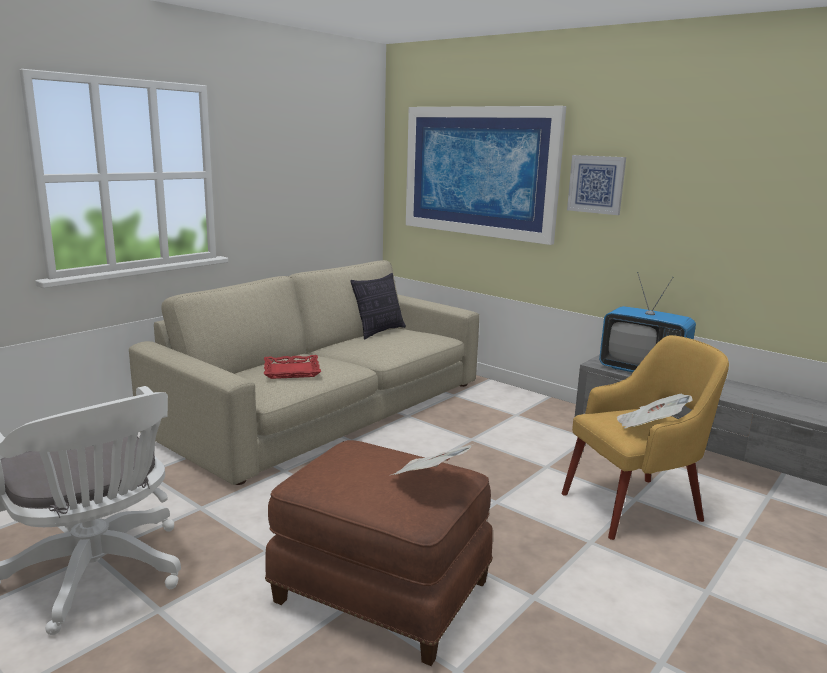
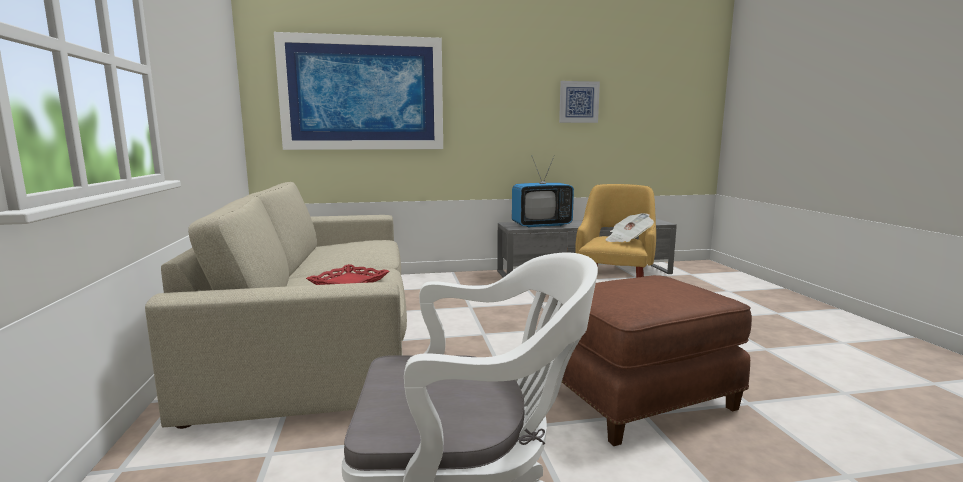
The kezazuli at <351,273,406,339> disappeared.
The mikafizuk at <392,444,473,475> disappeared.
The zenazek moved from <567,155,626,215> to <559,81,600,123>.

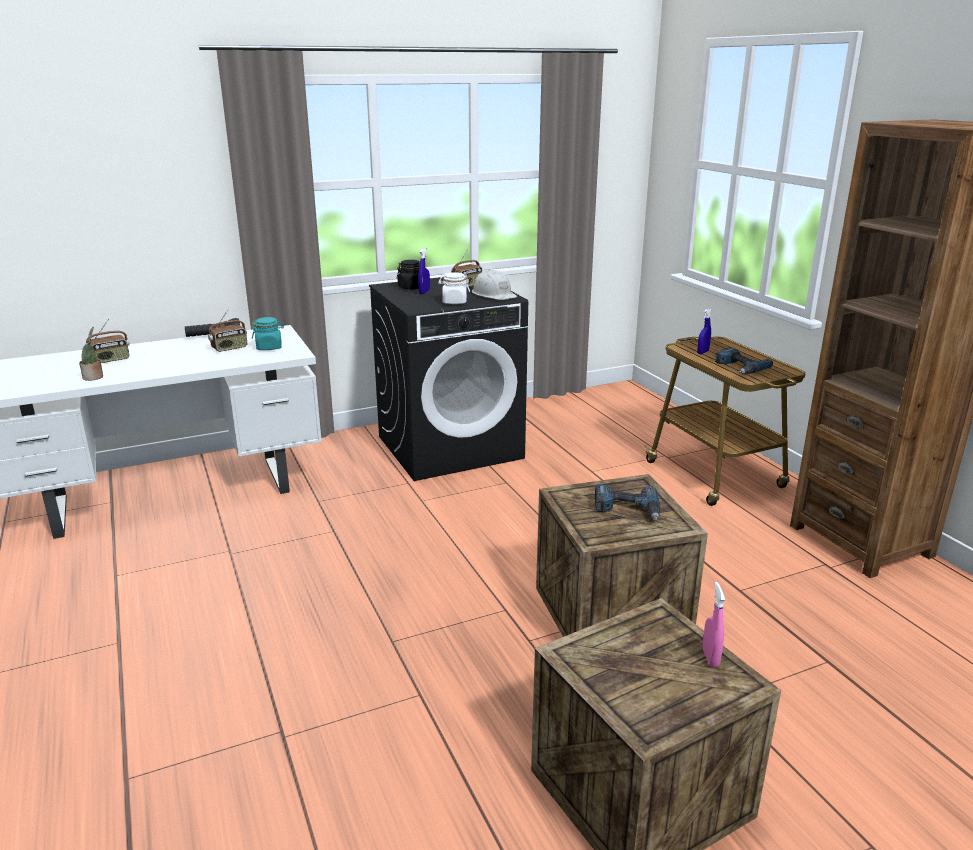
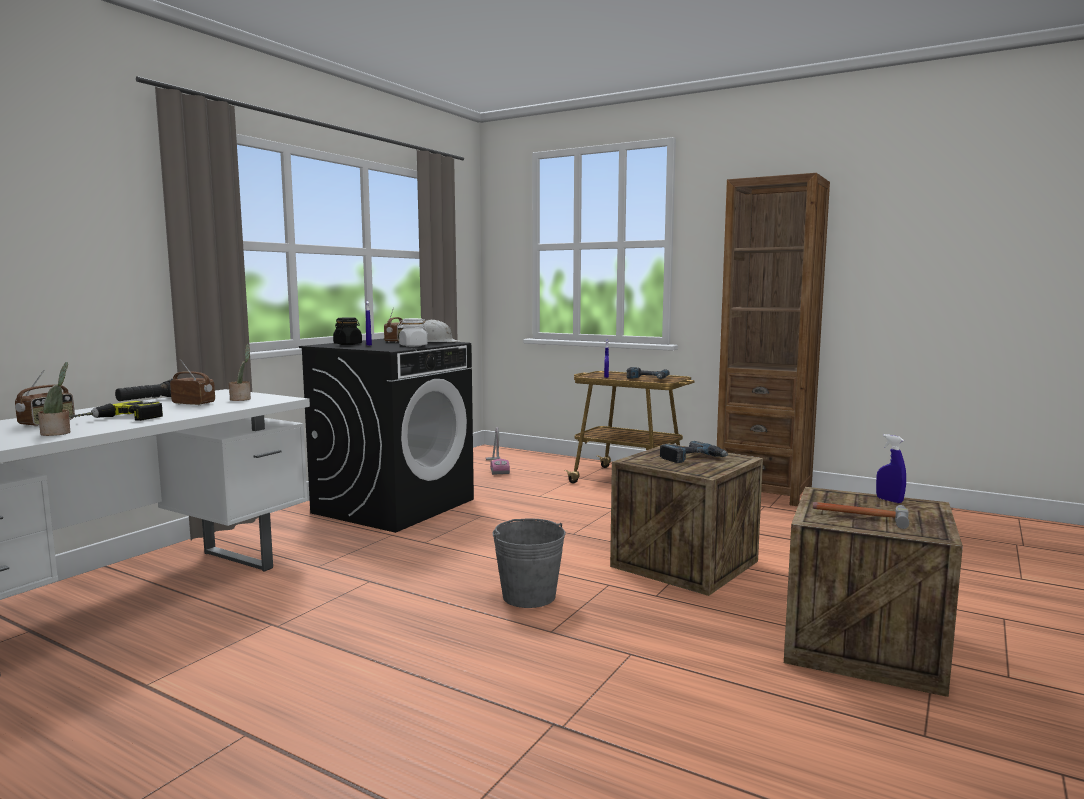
The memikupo at <69,401,163,421> appeared.
The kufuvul at <486,427,510,475> appeared.
The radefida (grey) at <492,518,565,608> appeared.
The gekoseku at <813,502,909,529> appeared.
The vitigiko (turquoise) at <251,317,284,350> was replaced by the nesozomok at <229,344,251,401>.
The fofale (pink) at <703,581,725,667> became the fofale (blue) at <876,434,906,503>.
The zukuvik at <208,309,247,352> turned 90 degrees counterclockwise.

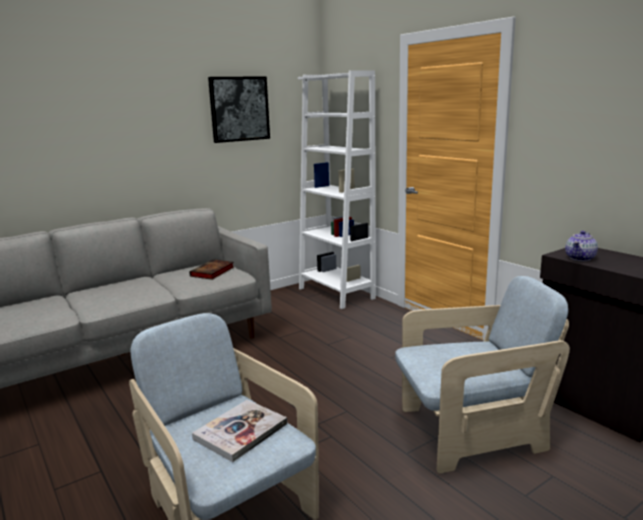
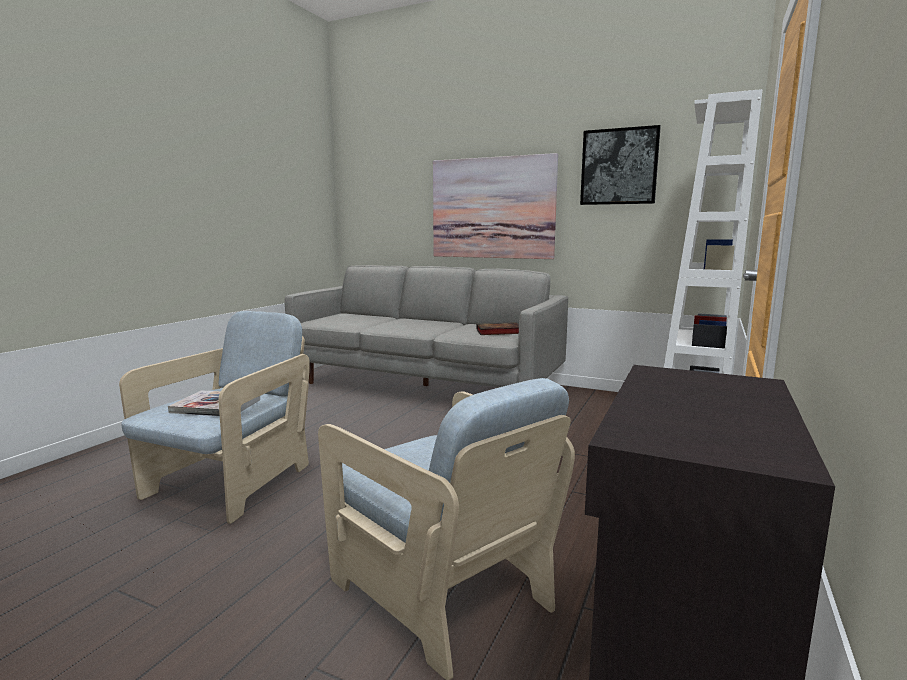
The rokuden at <565,231,598,261> disappeared.
The zenazek at <433,153,558,259> appeared.

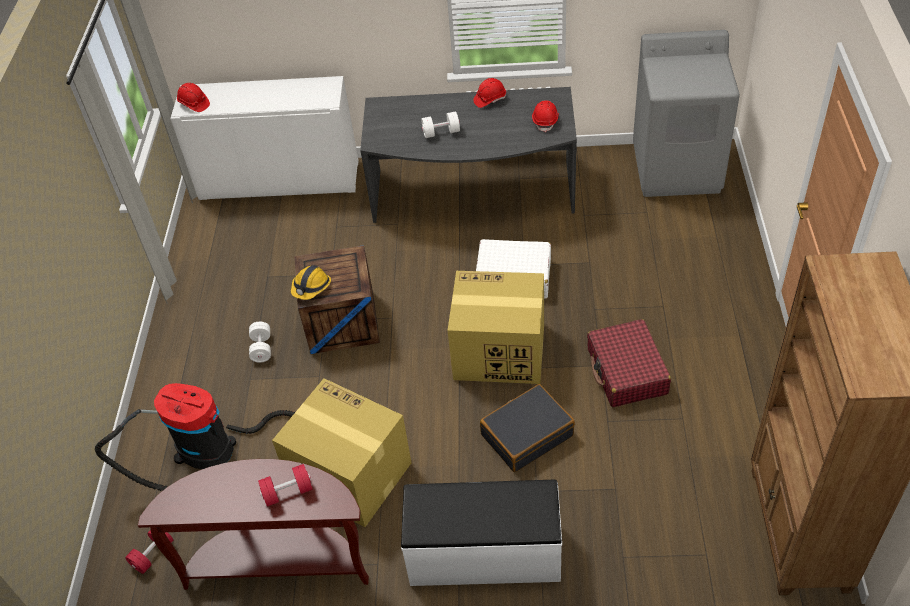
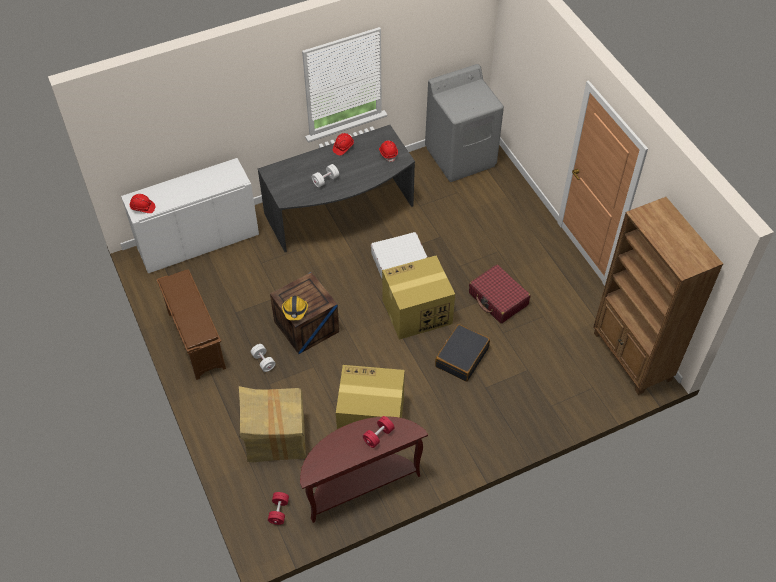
The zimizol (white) at <401,480,562,586> disappeared.
The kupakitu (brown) at <156,269,226,380> appeared.
The kufuvul at <95,383,295,491> was replaced by the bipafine at <239,386,306,462>.

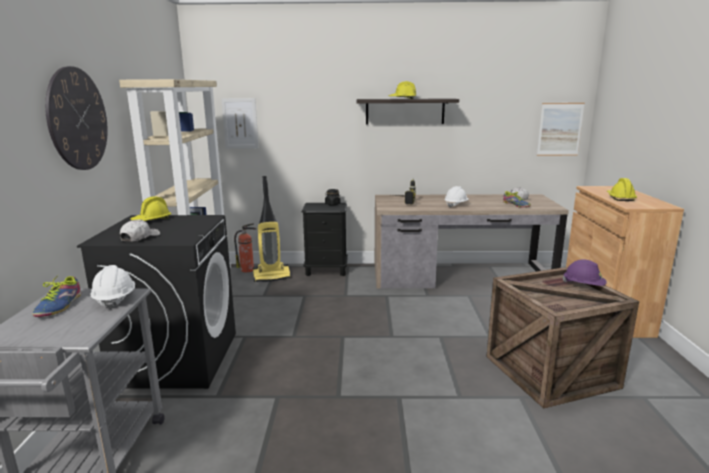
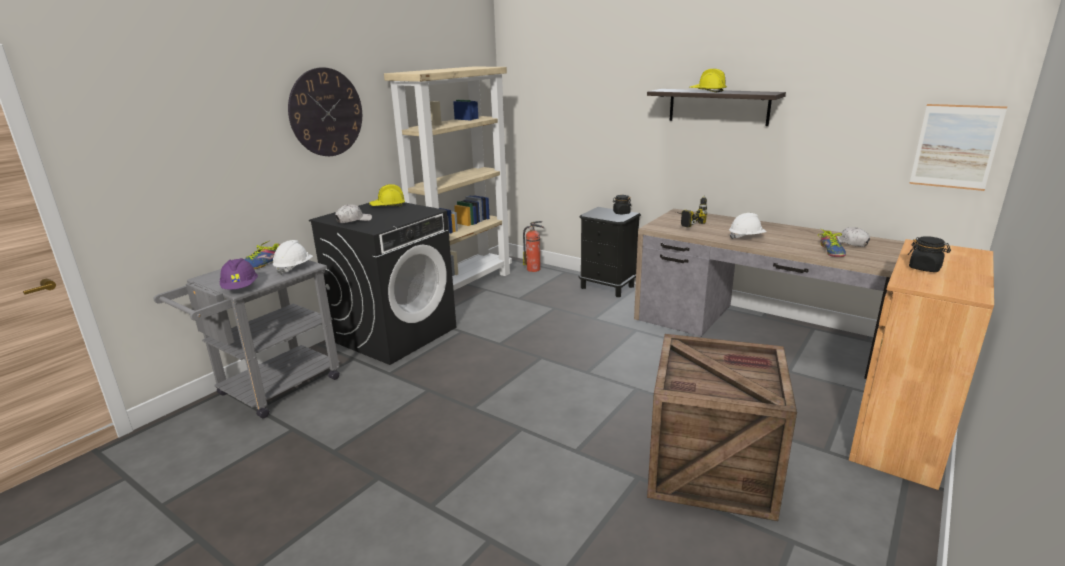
The zenazek at <221,98,259,149> disappeared.
The kufuvul at <253,176,291,282> disappeared.
The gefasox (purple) moved from <562,259,607,286> to <220,258,258,289>.
The gefasox (yellow) at <607,178,637,201> was replaced by the vitigiko (black) at <908,236,951,272>.

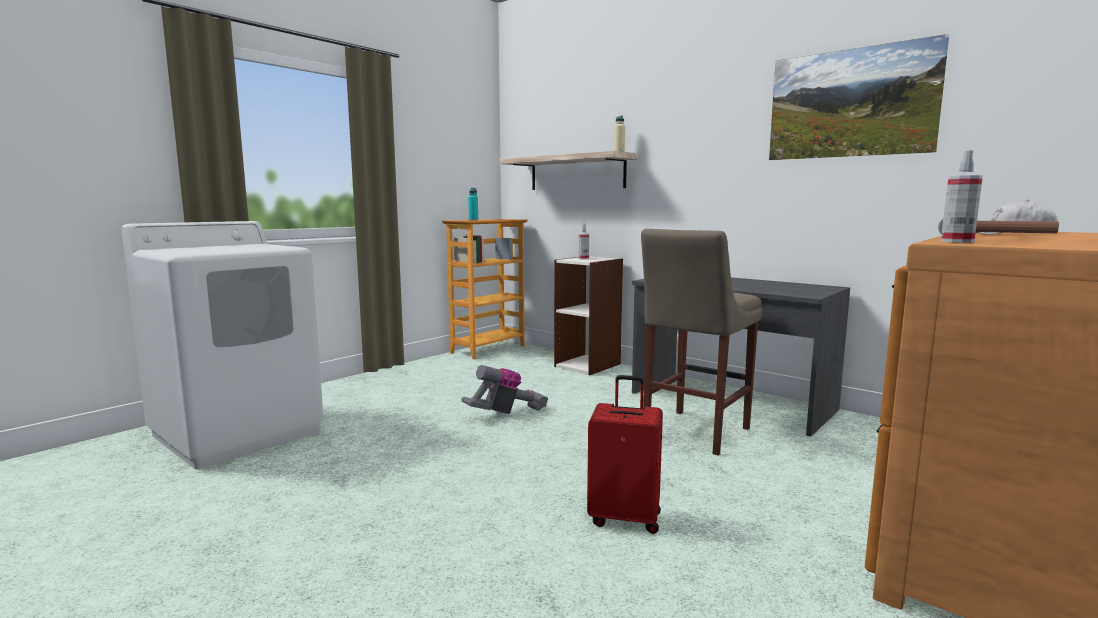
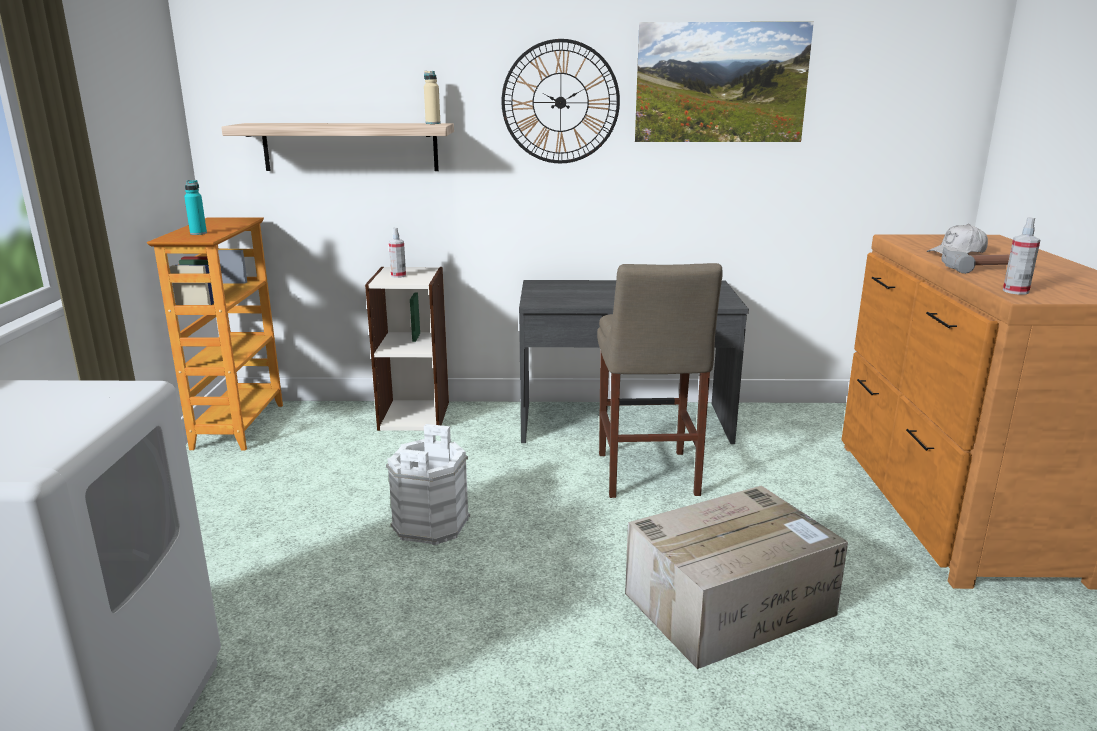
The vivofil at <501,39,620,163> appeared.
The kufuvul at <461,365,548,414> was replaced by the radefida (white) at <386,424,470,545>.
The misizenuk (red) at <587,375,663,534> was replaced by the bipafine at <625,486,848,669>.

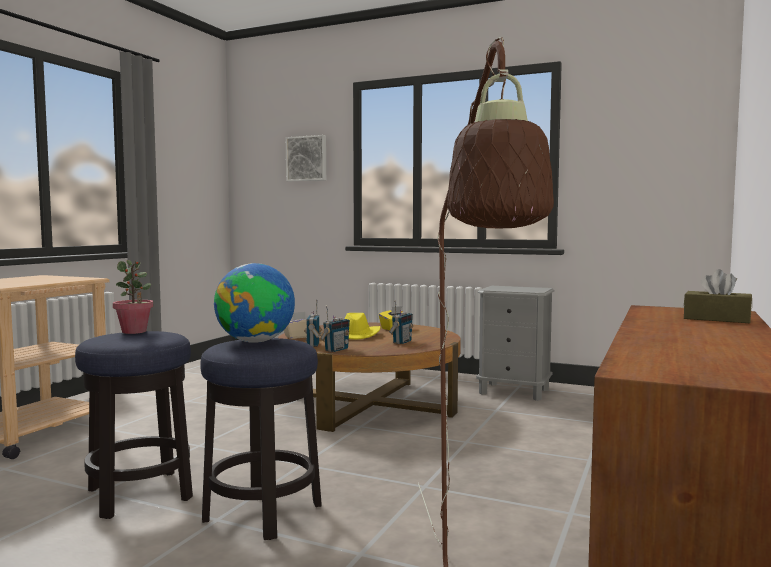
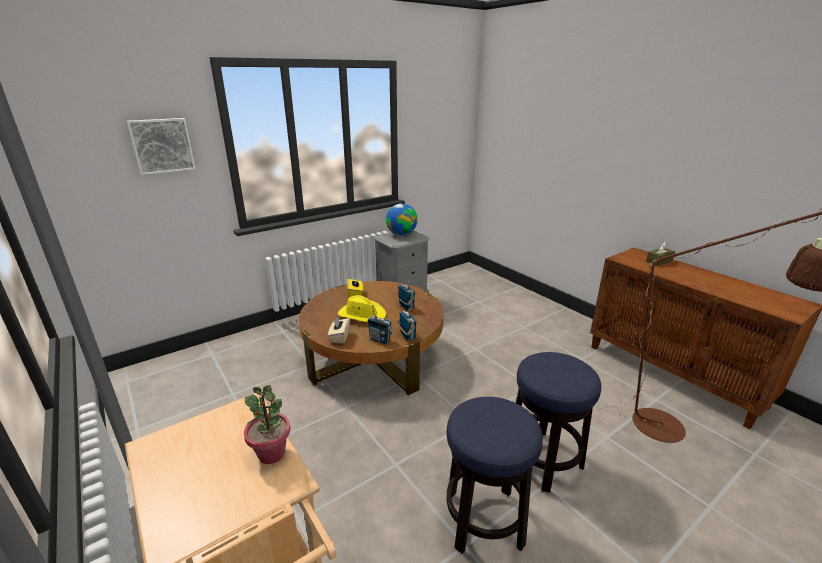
The nesozomok moved from <113,260,153,334> to <244,385,291,464>.
The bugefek moved from <214,263,295,343> to <386,204,418,236>.

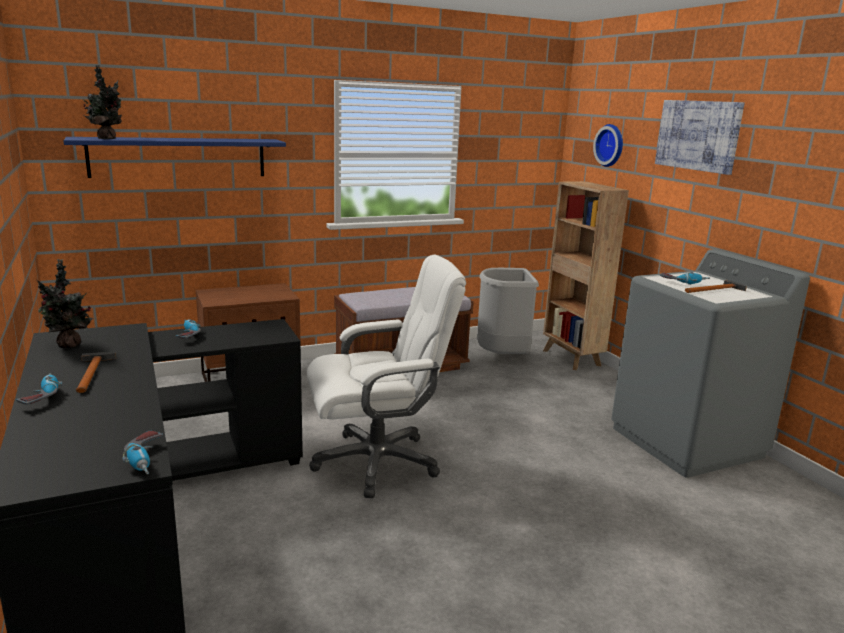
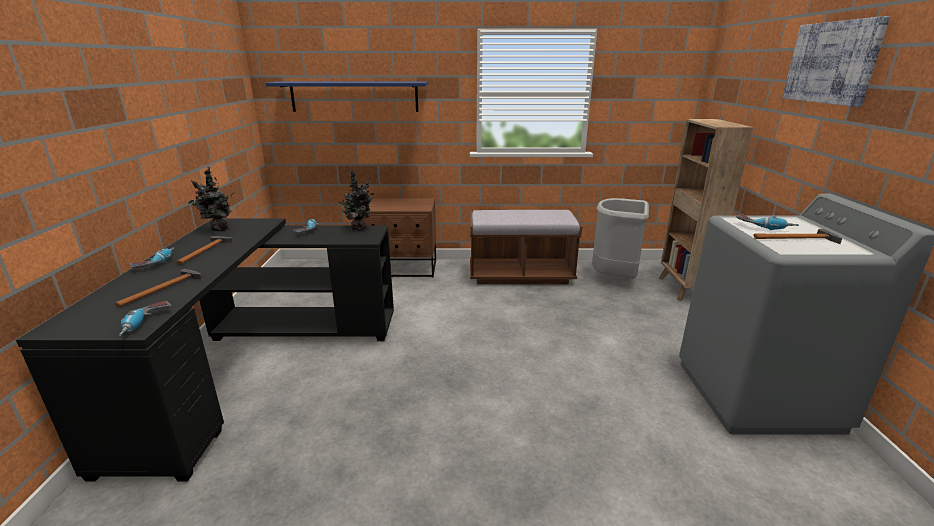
The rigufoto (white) at <307,254,466,498> disappeared.
The vivofil at <593,124,623,167> disappeared.
The gekoseku at <115,269,202,307> appeared.
The nesozomok moved from <83,65,122,139> to <338,171,374,231>.

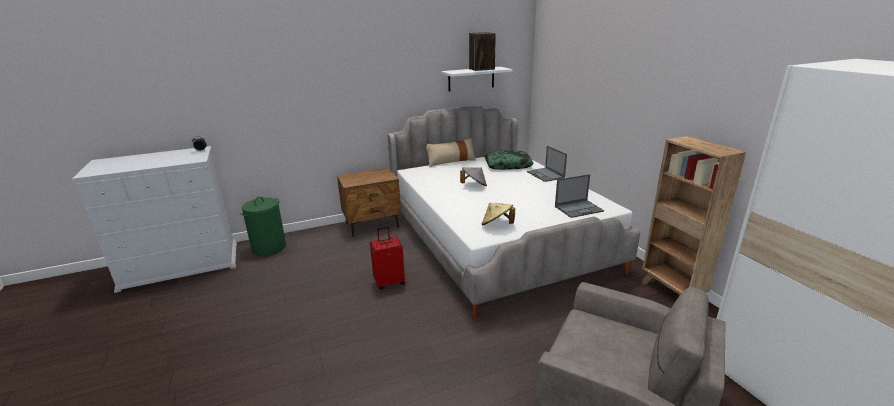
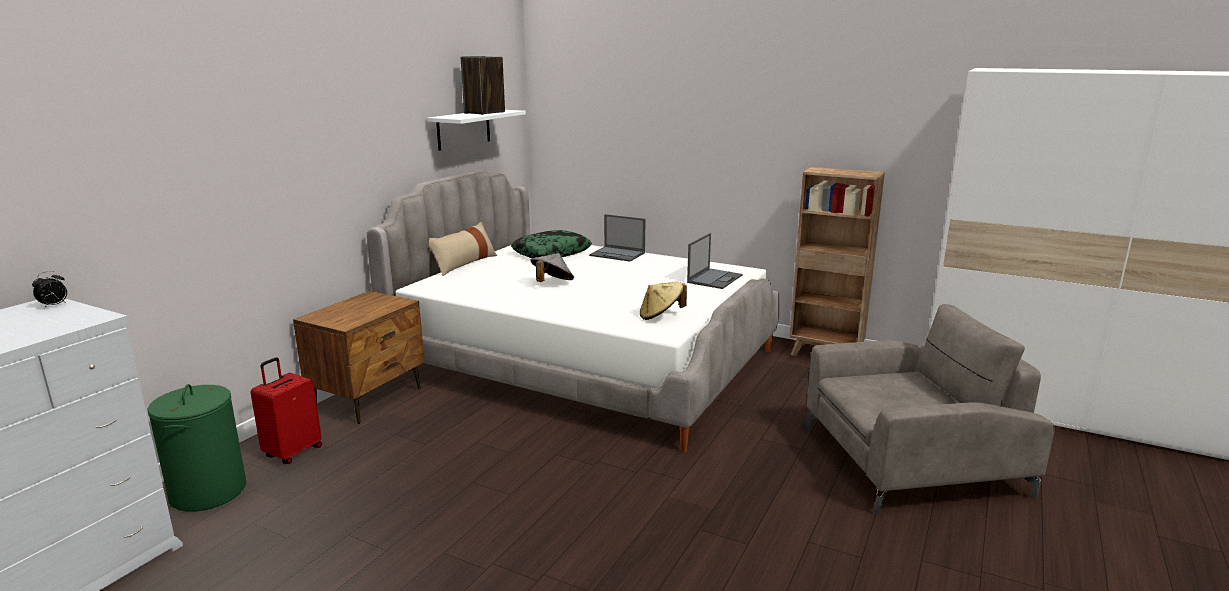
The misizenuk (red) moved from <370,226,405,290> to <250,357,322,464>.

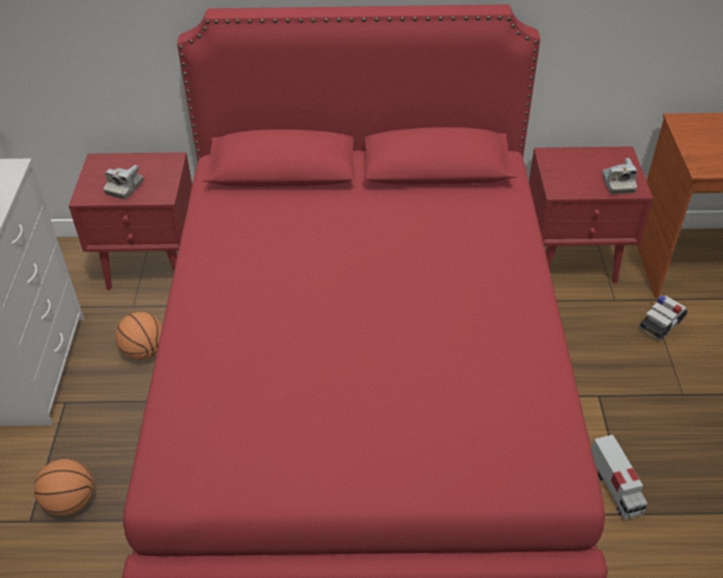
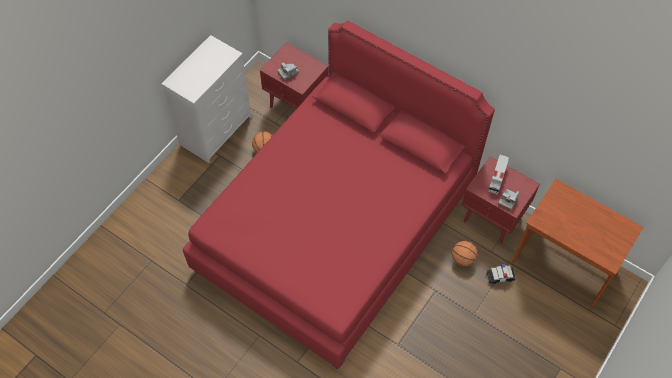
The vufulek moved from <34,459,94,516> to <452,241,478,266>.
The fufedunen moved from <591,435,648,520> to <488,155,509,195>.

